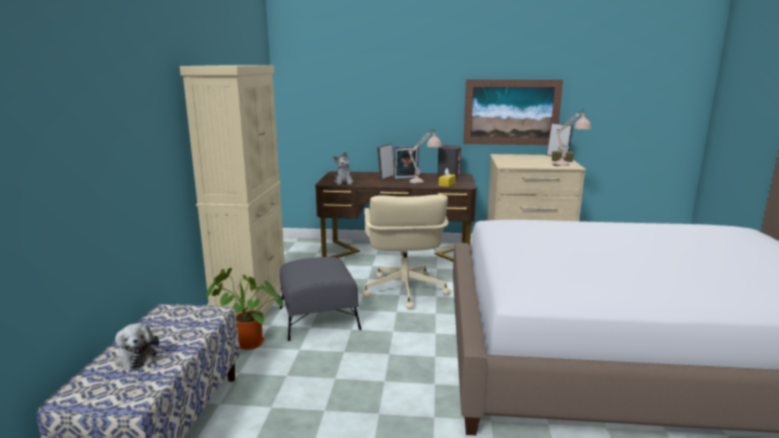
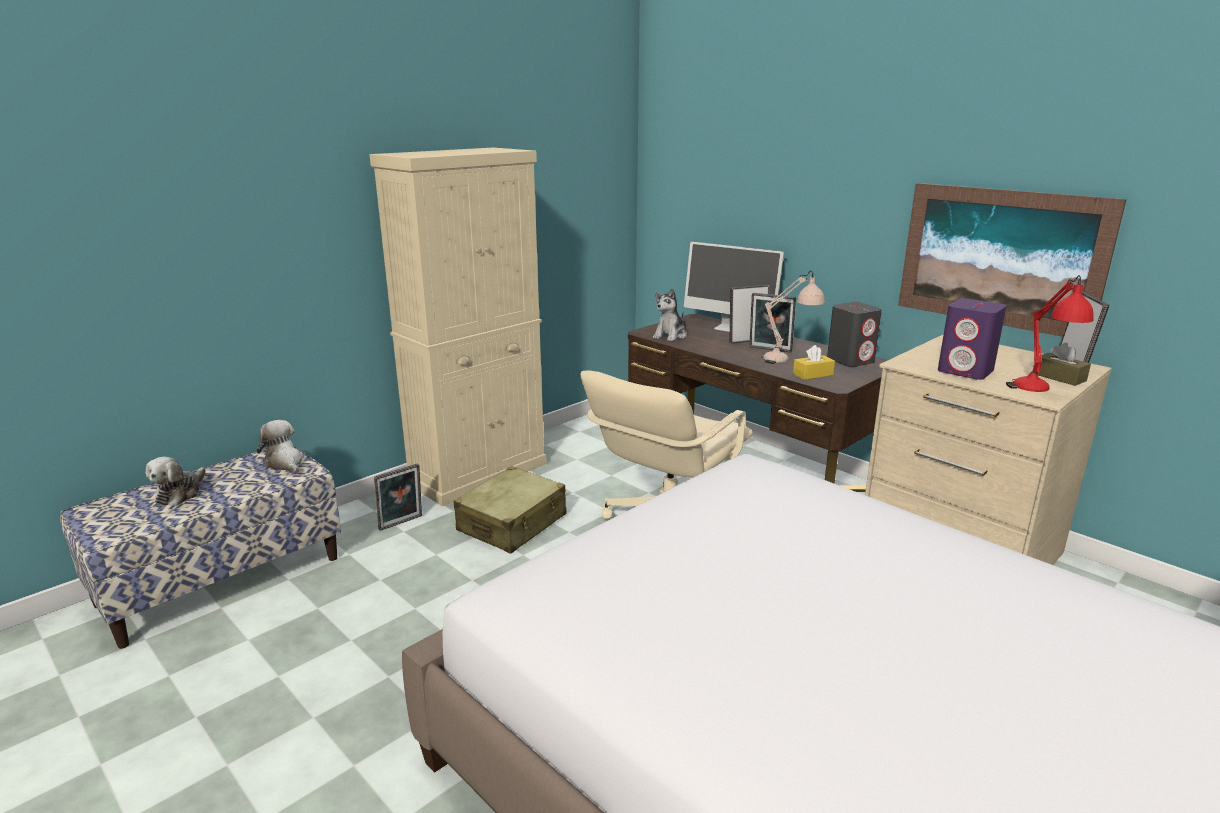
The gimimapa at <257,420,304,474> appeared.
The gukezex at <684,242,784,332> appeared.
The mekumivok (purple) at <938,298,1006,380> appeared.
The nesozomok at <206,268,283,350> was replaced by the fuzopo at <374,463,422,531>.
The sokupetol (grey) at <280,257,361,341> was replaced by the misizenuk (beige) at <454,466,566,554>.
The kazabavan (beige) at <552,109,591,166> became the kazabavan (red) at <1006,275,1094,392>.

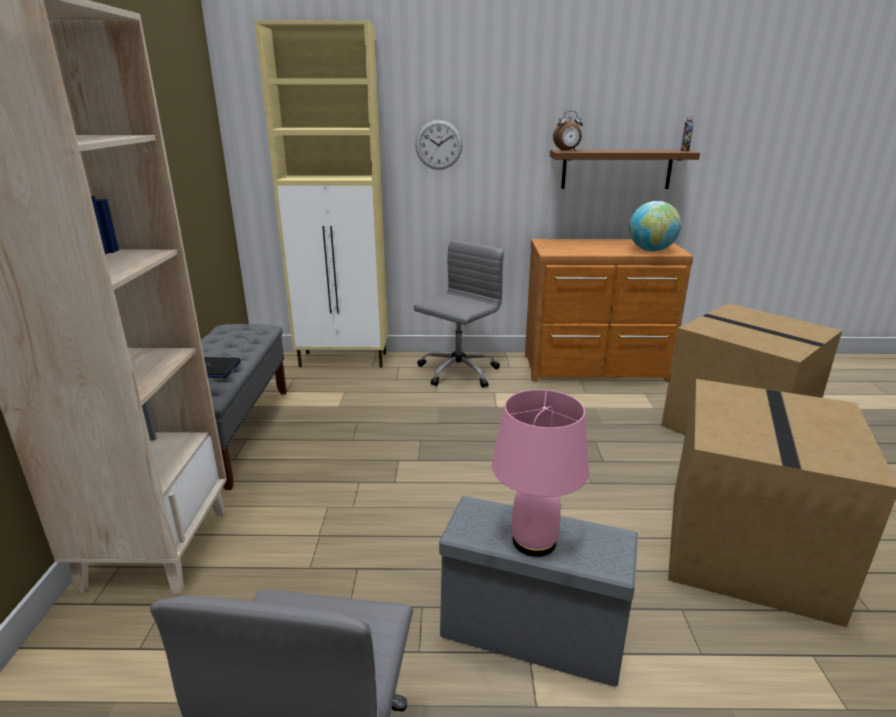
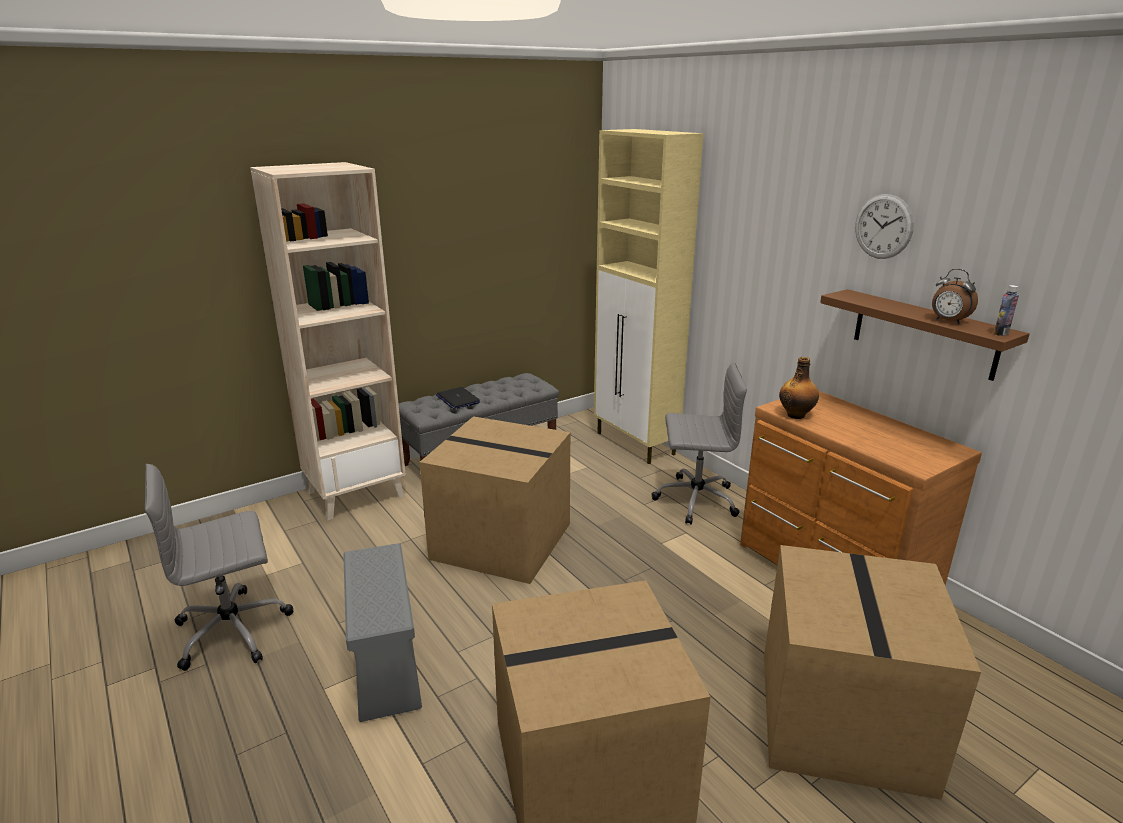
The kazabavan (pink) at <492,389,589,557> disappeared.
The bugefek at <629,201,681,251> disappeared.
The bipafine at <419,416,570,584> appeared.
The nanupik at <779,357,819,419> appeared.
The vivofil moved from <415,120,462,170> to <855,194,914,259>.
The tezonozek moved from <553,111,583,151> to <932,269,978,324>.

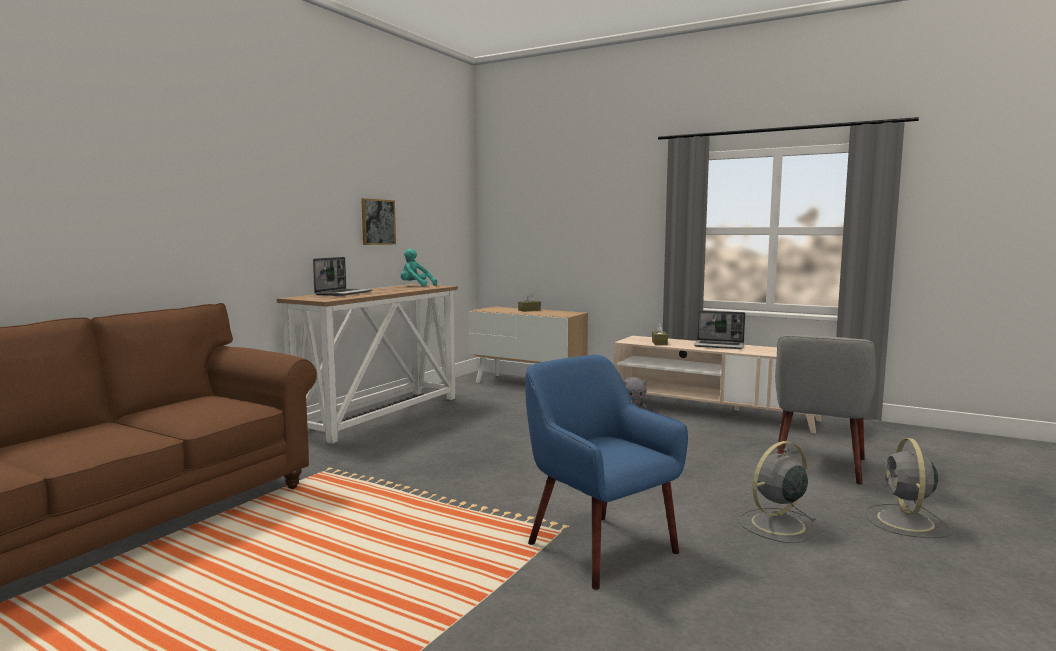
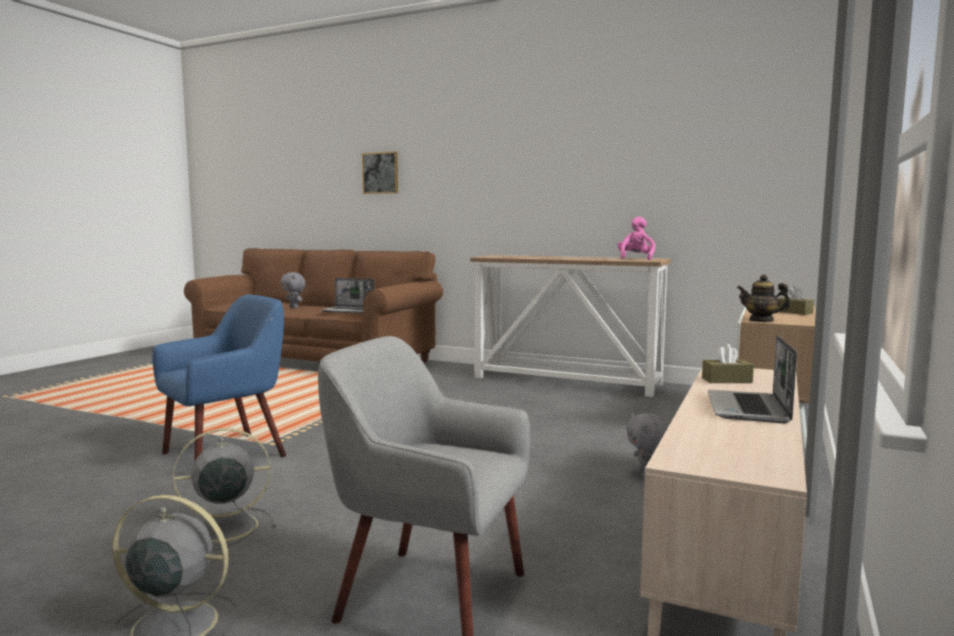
The gimimapa (grey) at <281,272,306,308> appeared.
The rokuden at <737,274,791,322> appeared.
The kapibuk moved from <313,257,373,296> to <321,278,375,313>.
The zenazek moved from <361,198,396,245> to <362,151,398,194>.
The gimimapa (turquoise) at <401,249,437,286> became the gimimapa (pink) at <618,217,655,260>.
The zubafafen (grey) at <738,441,816,543> turned 75 degrees counterclockwise.

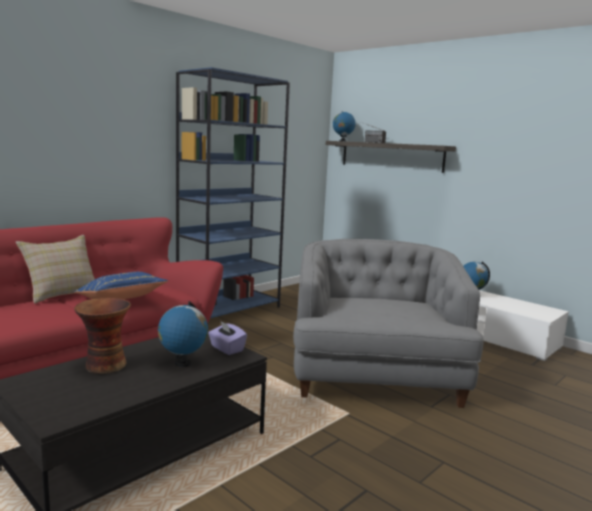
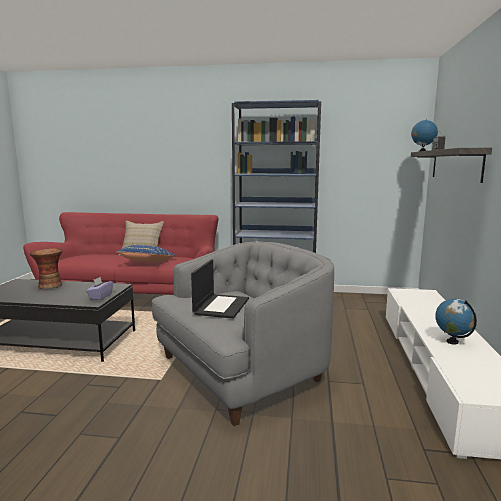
The bugefek at <158,301,208,367> disappeared.
The kapibuk at <191,259,249,319> appeared.

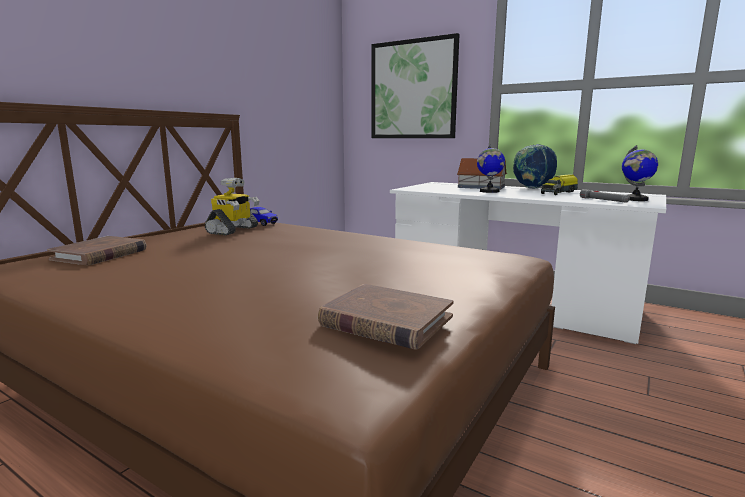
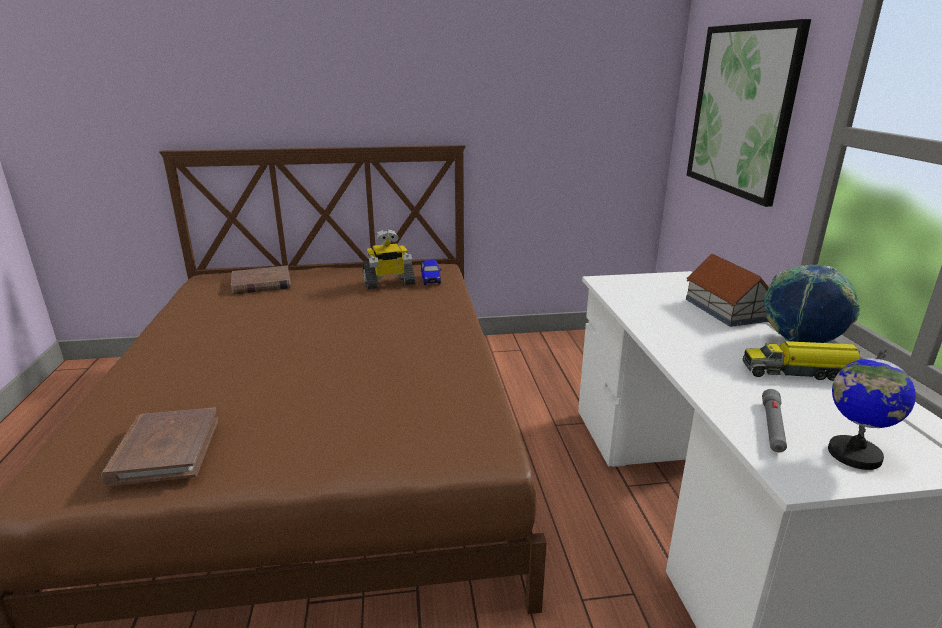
The bugefek at <477,144,505,193> disappeared.

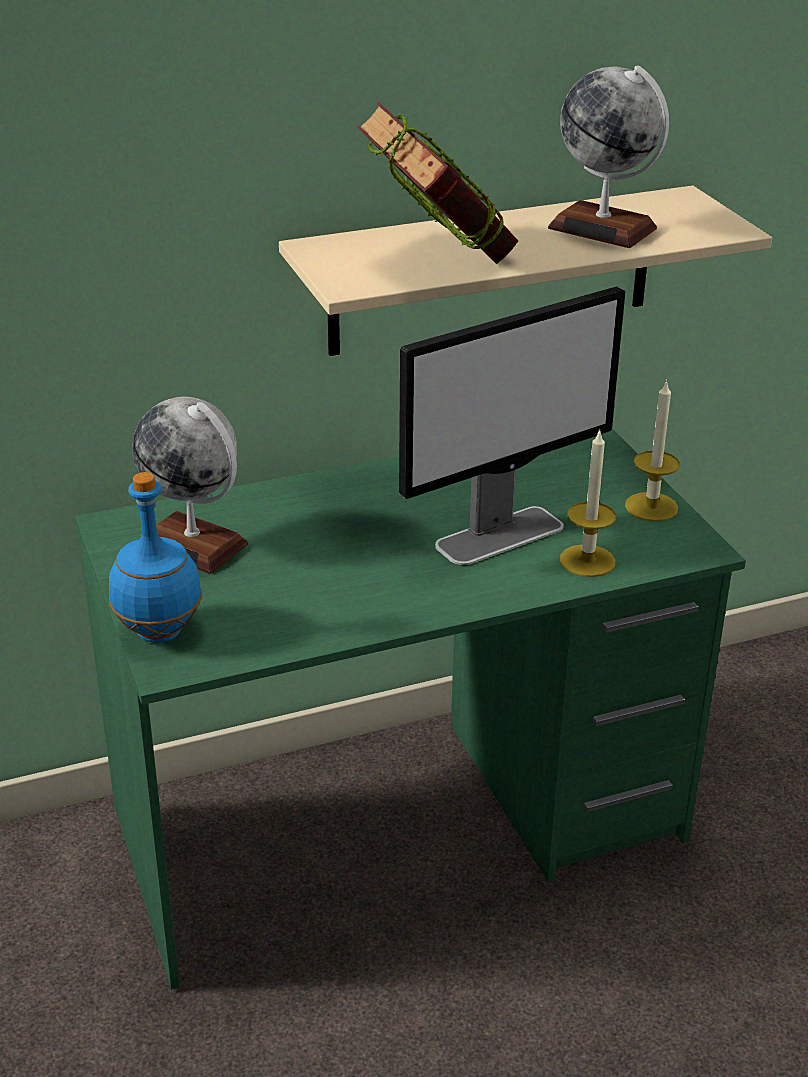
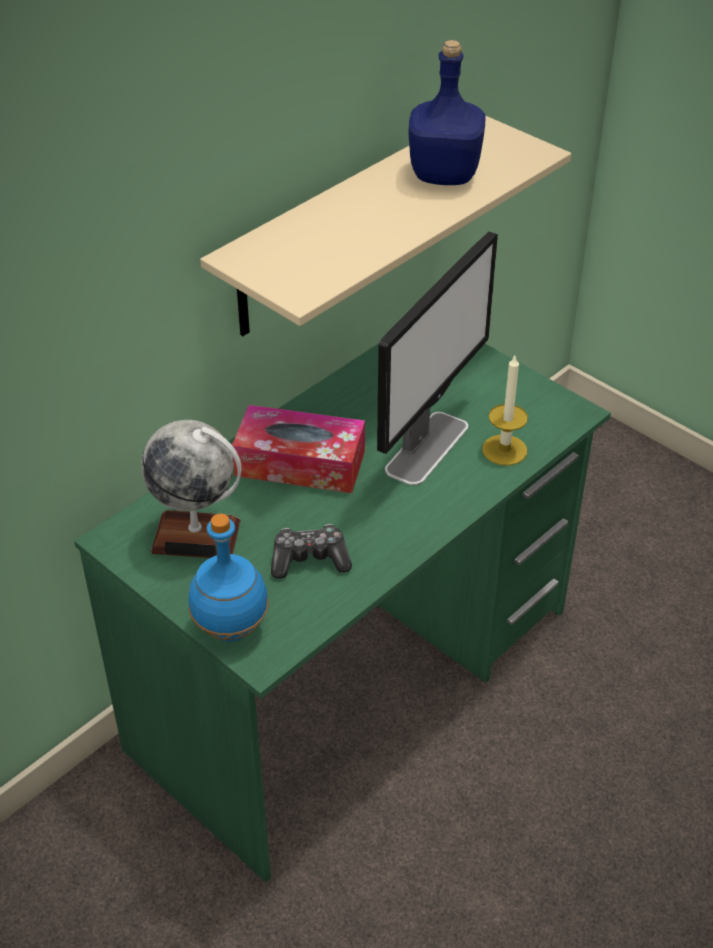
The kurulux at <356,102,518,264> disappeared.
The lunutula at <625,379,680,521> disappeared.
The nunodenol at <232,405,365,493> appeared.
The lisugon at <271,524,352,579> appeared.
The bugefek at <548,66,669,248> was replaced by the nanupik (blue) at <408,40,486,185>.

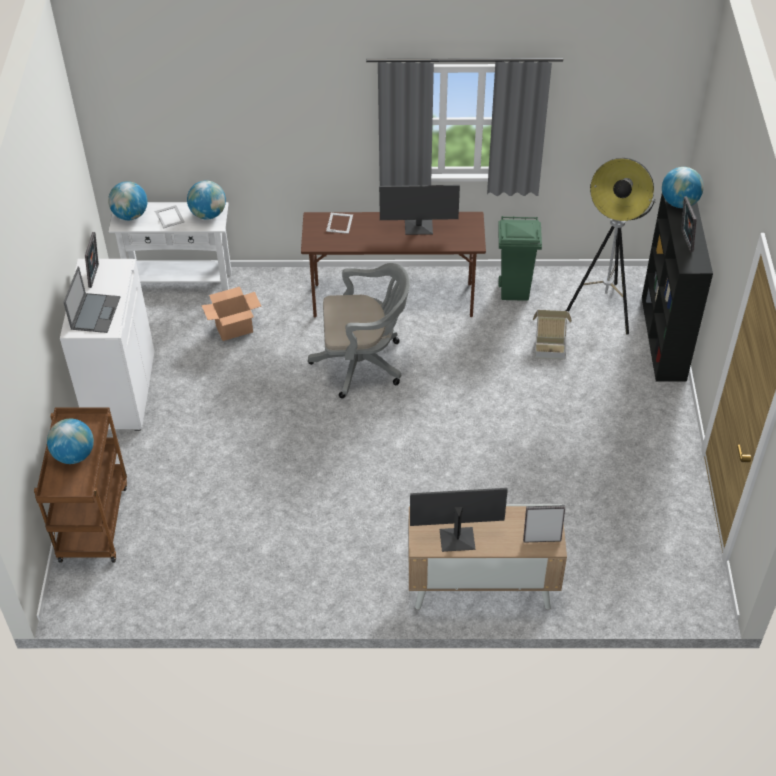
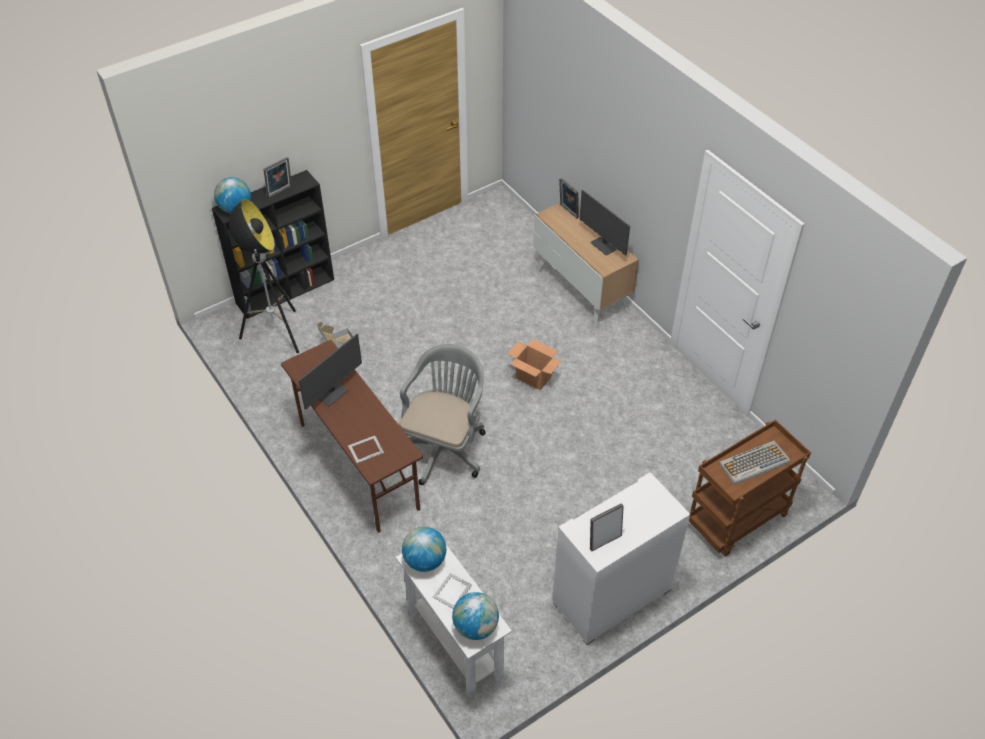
The kapibuk at <64,267,120,333> disappeared.
The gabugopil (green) at <498,216,542,301> disappeared.
The bipafine moved from <201,287,261,341> to <507,339,561,390>.
The bugefek at <47,419,94,464> was replaced by the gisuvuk at <719,441,790,485>.
The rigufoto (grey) at <308,263,410,399> turned 60 degrees clockwise.
The gukezex at <379,185,460,235> turned 75 degrees clockwise.

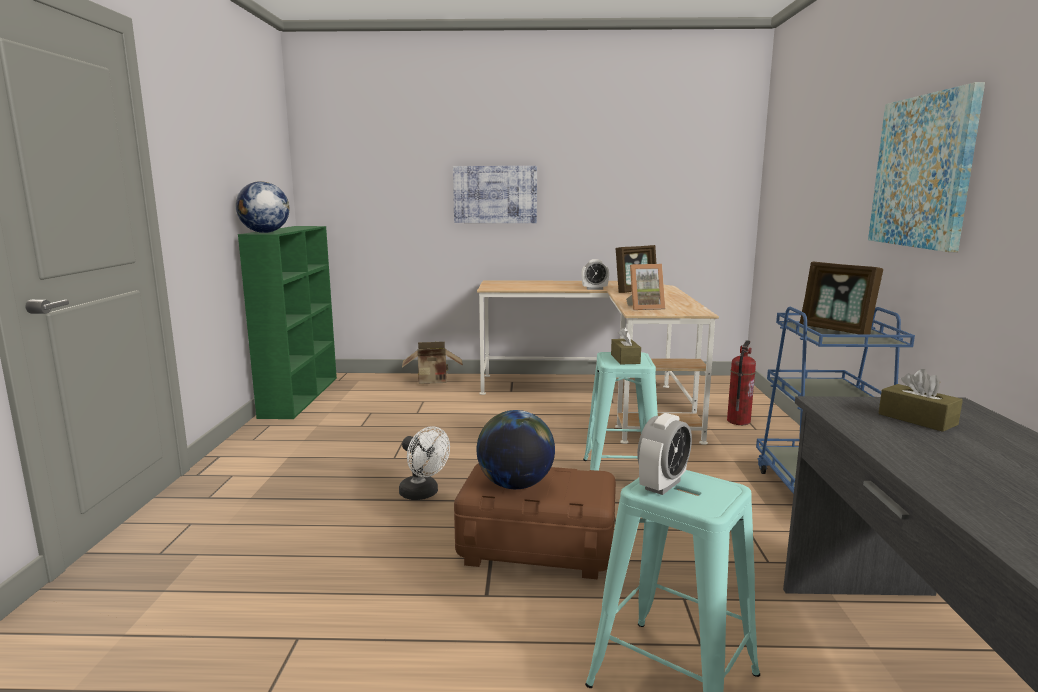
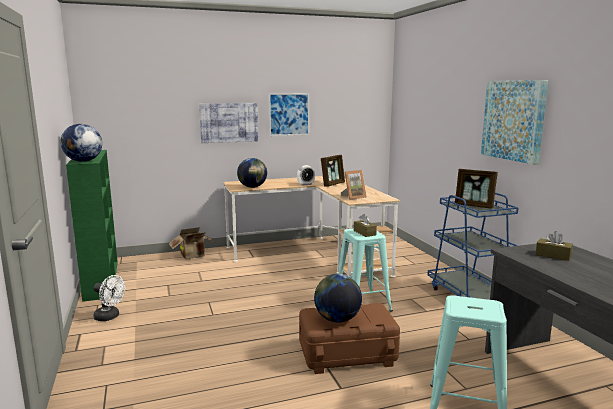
The tezonozek at <637,413,692,495> disappeared.
The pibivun at <727,340,756,425> disappeared.
The bugefek at <237,158,267,188> appeared.
The zenazek at <269,93,309,136> appeared.
The zubafafen (white) moved from <399,426,450,500> to <93,275,125,321>.

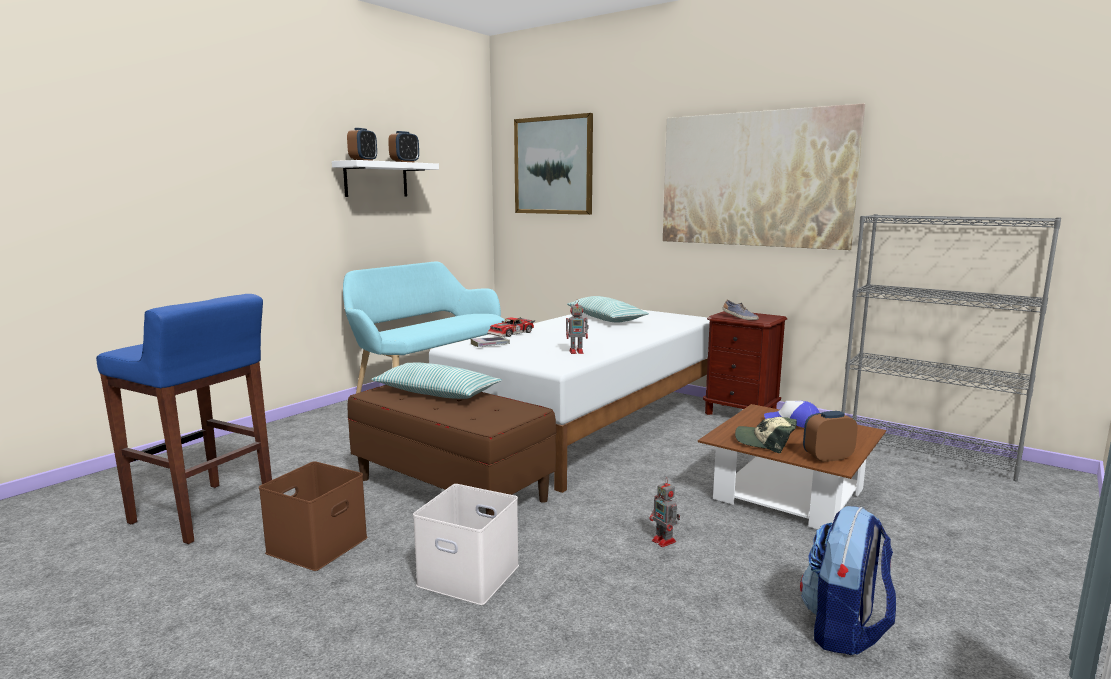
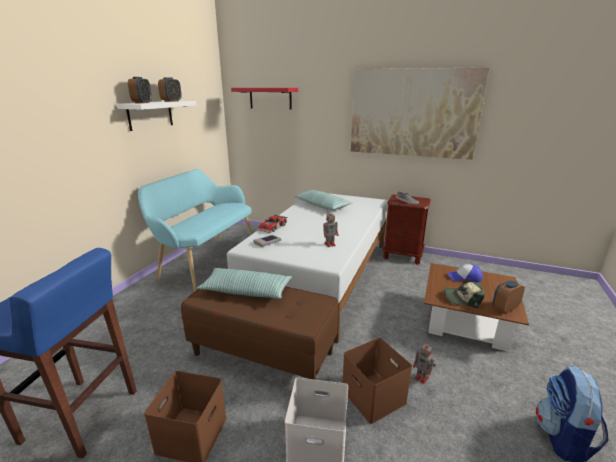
The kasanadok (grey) at <841,214,1061,482> disappeared.
The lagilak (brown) at <343,338,412,424> appeared.
The zenazek at <514,113,593,215> was replaced by the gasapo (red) at <231,88,298,110>.

